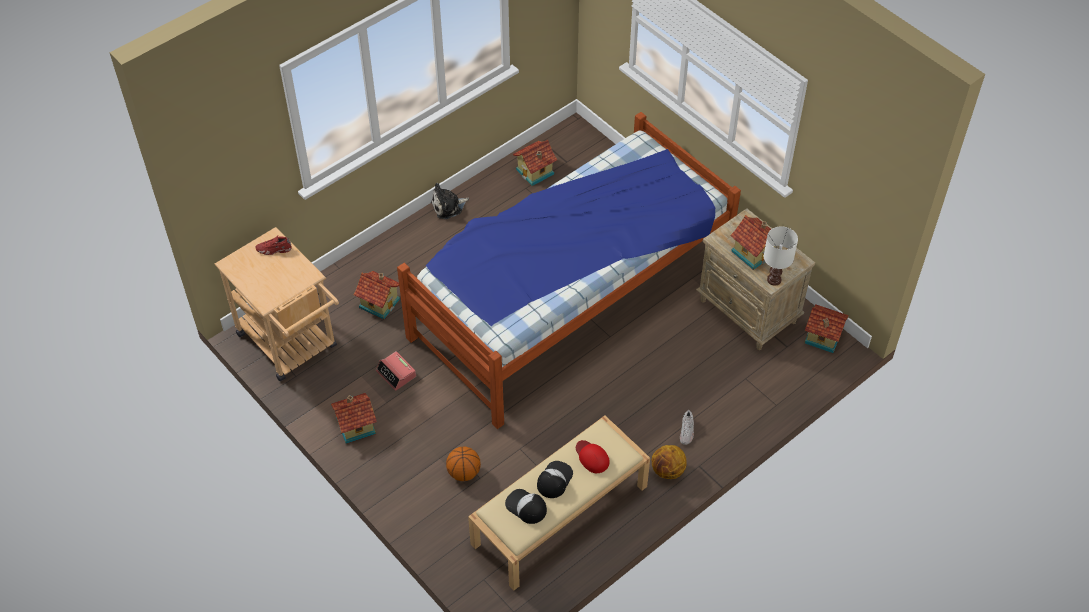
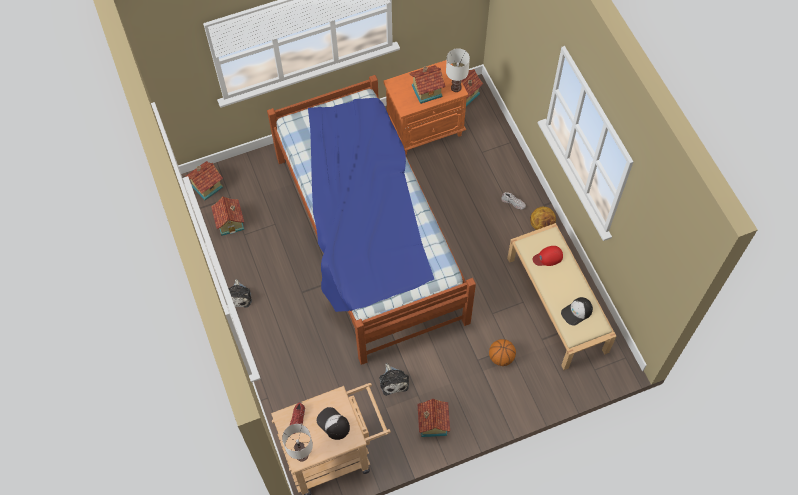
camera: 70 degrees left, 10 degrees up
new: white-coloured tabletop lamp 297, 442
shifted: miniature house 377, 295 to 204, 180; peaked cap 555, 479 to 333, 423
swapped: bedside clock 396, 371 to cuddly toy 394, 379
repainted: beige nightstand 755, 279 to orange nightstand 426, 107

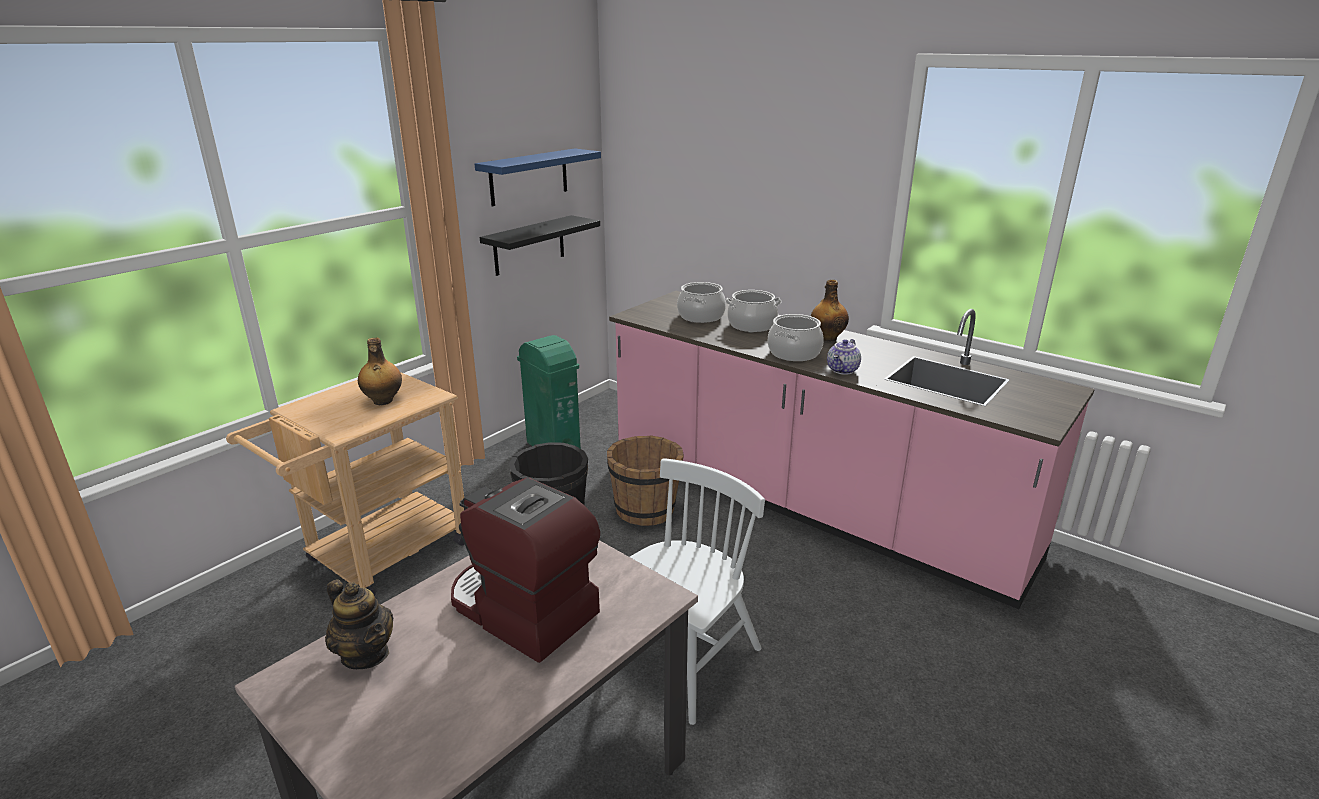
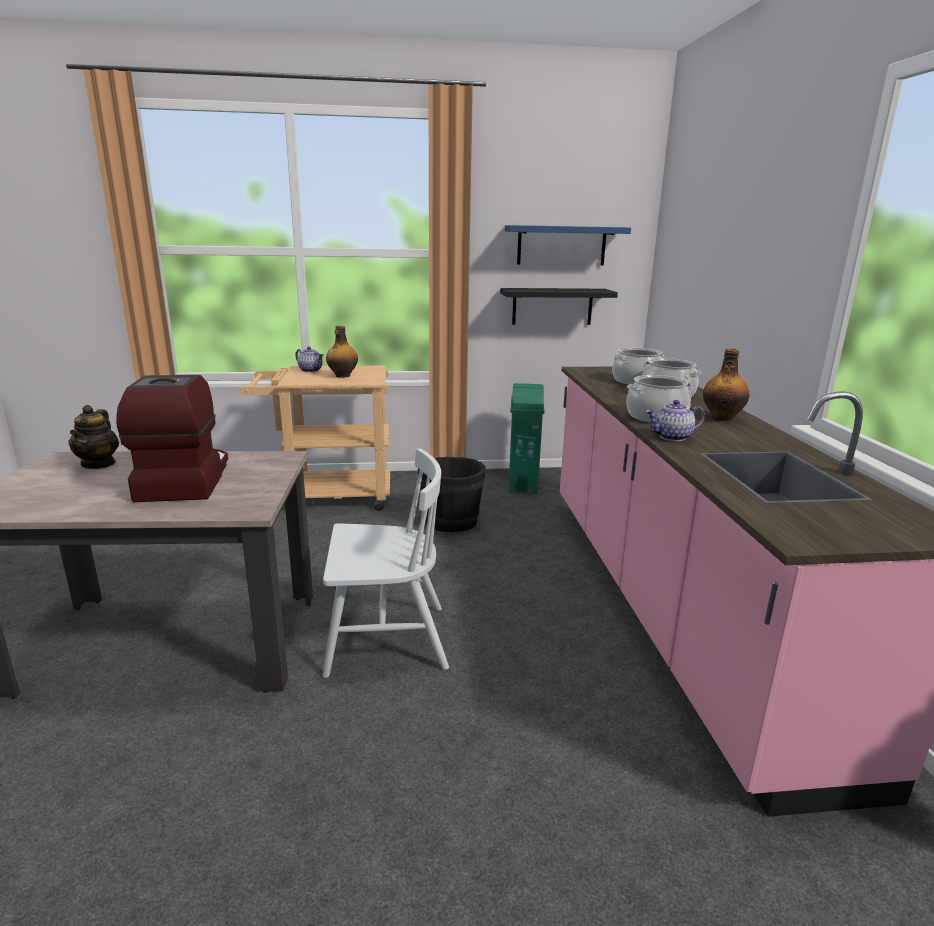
camera: 45 degrees right, 5 degrees down
gone: brown water bucket 645, 480
new: pot for tea 310, 359

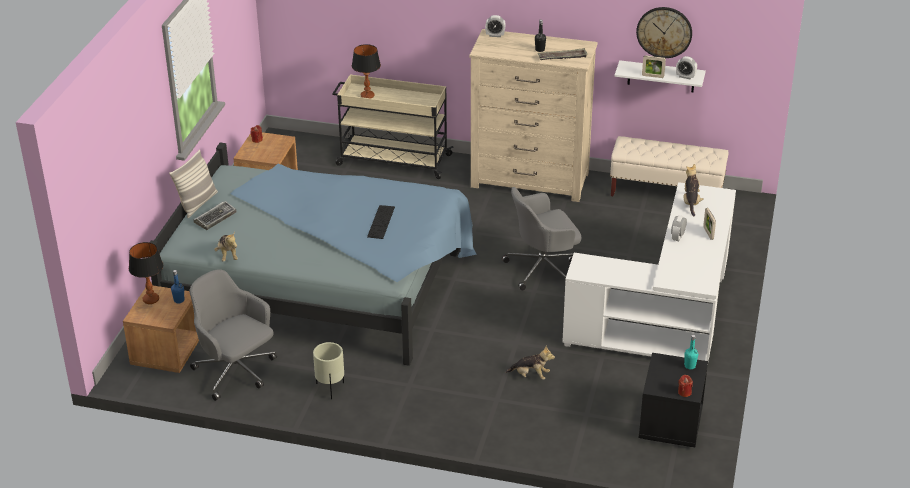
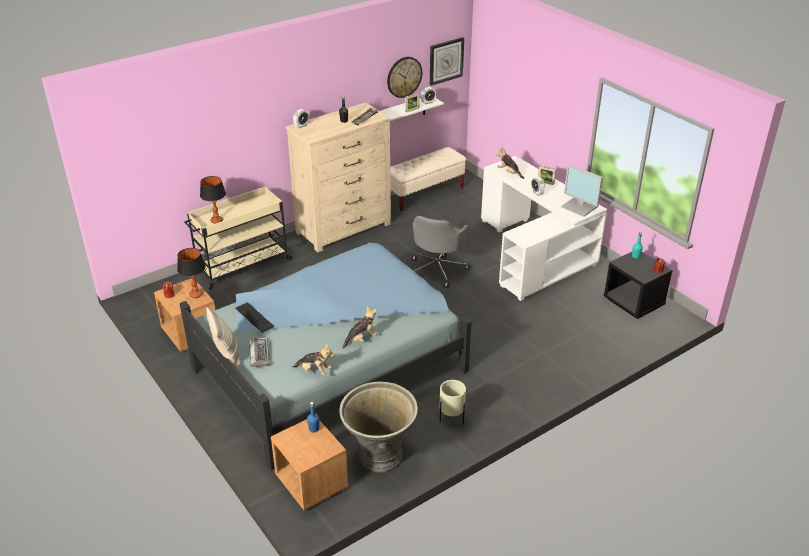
camera: 50 degrees left, 0 degrees up
new: wall clock 447, 61; monitor 582, 190
shifted: tabletop lamp 146, 273 to 191, 273; PC keyboard 381, 222 to 254, 317; cuddly toy 530, 362 to 360, 328
swapped: gray office chair 233, 335 to gray plant pot 378, 427

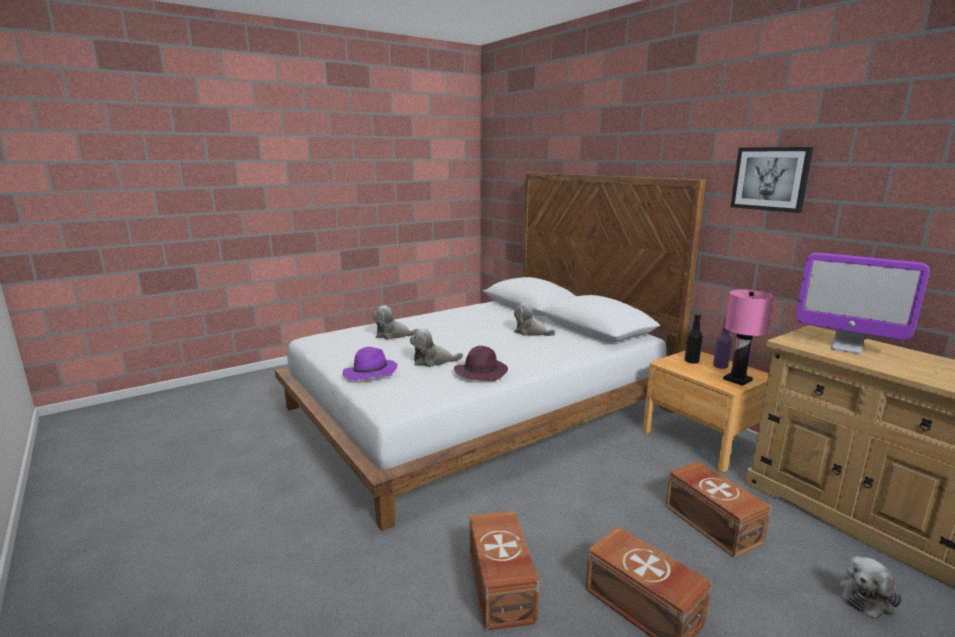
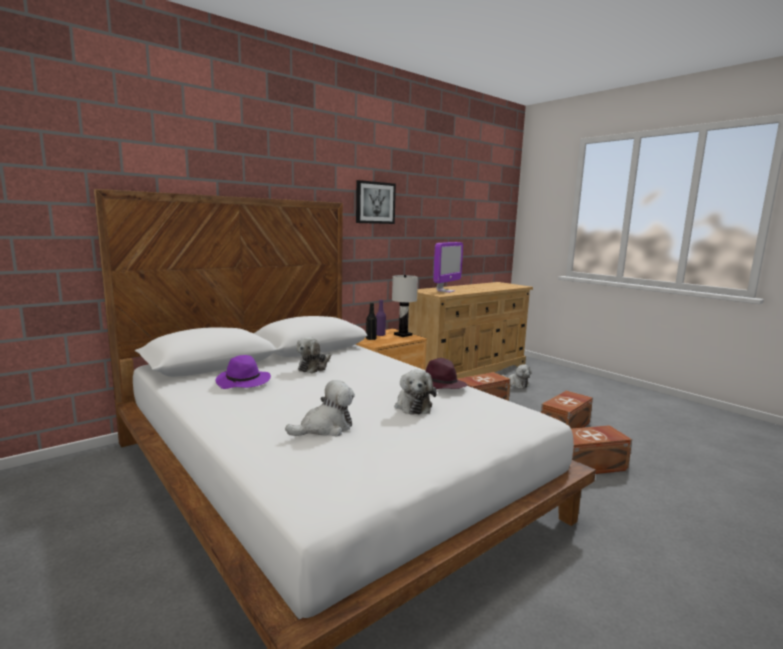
camera: 95 degrees left, 5 degrees down
shifted: purple-coloured clothing hat 370, 363 to 243, 372
repainted: pink tabletop lamp 748, 337 to white-coloured tabletop lamp 405, 306
rotated: cuddly toy 396, 322 = 320, 408 120 degrees counterclockwise

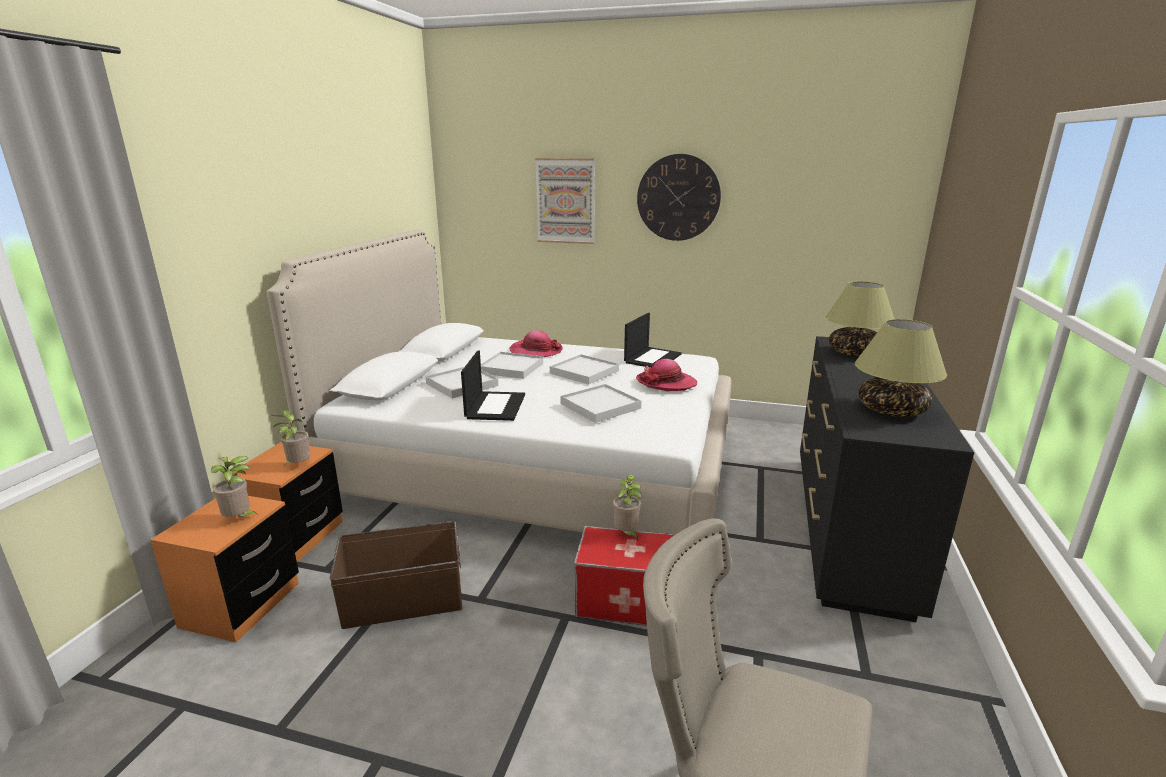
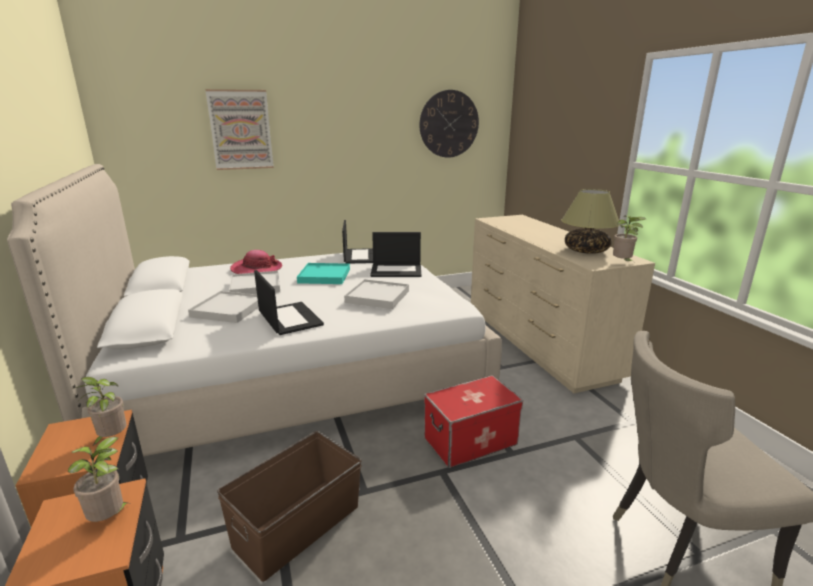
camera: 35 degrees left, 0 degrees up
gone: tabletop lamp 860, 319
shifted: wall clock 679, 197 to 449, 124; plant in a pot 627, 508 to 629, 238
swapped: clothing hat 666, 375 to portable computer 395, 254
repainted: white-coloured tray 584, 369 to blue-green tray 323, 273; black drawer chest 887, 479 to beige drawer chest 563, 304

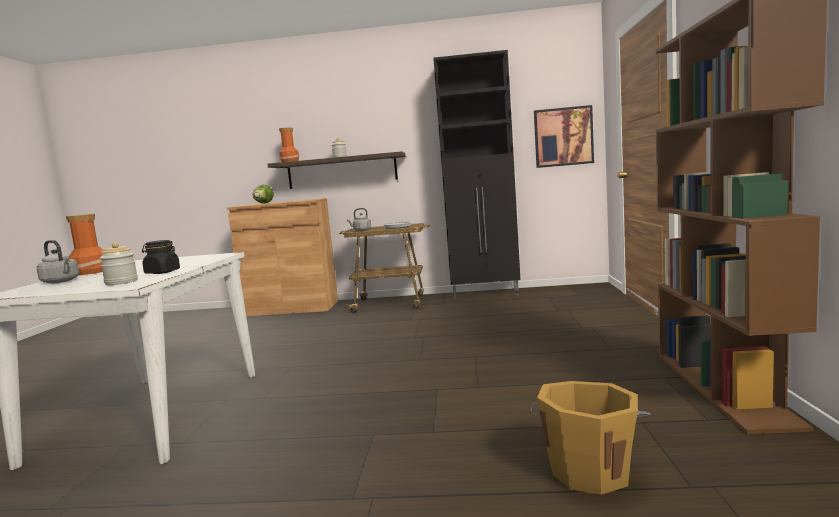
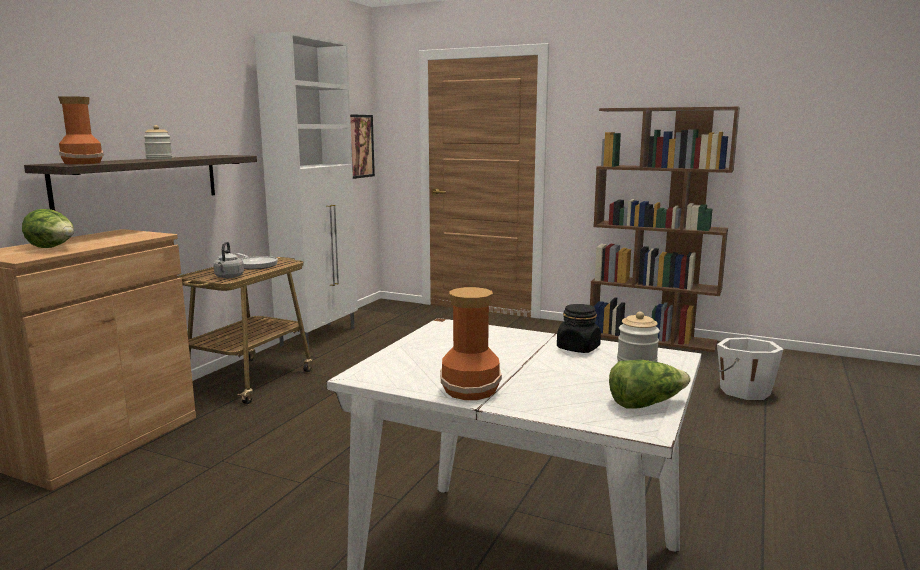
camera: 70 degrees left, 5 degrees up
gone: gray tea kettle 58, 261
new: head of lettuce 650, 384
repainted: black storage cabinet 477, 175 to white-coloured storage cabinet 306, 189; orange water bucket 590, 438 to white-coloured water bucket 750, 368

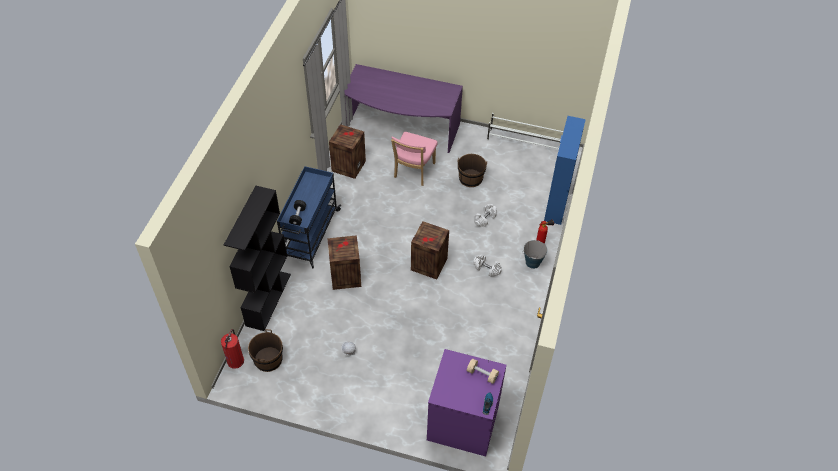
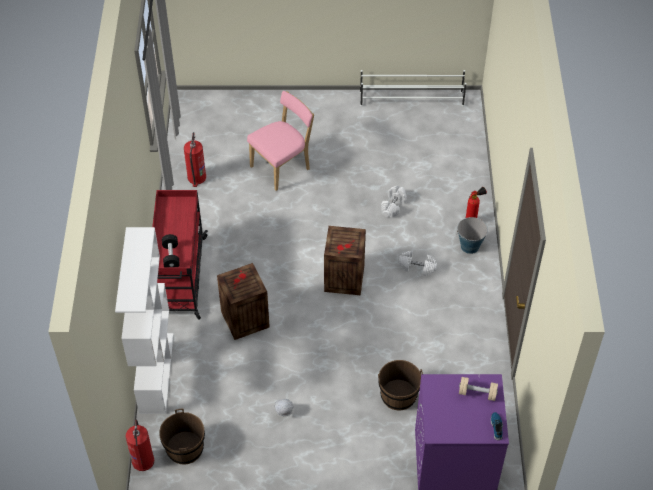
camera: 15 degrees left, 0 degrees up
gone: purple-coloured desk table 403, 108; blue-coloured storage cabinet 565, 170
shifted: brown water bucket 472, 170 to 400, 385
swapped: packing crate 347, 151 to fire extinguisher 195, 159
repainted: black shelving unit 257, 258 to white-coloured shelving unit 144, 320; blue-coloured wheeled cart 309, 217 to red-coloured wheeled cart 180, 255
rotated: pink plain chair 414, 159 = 280, 141 135 degrees counterclockwise

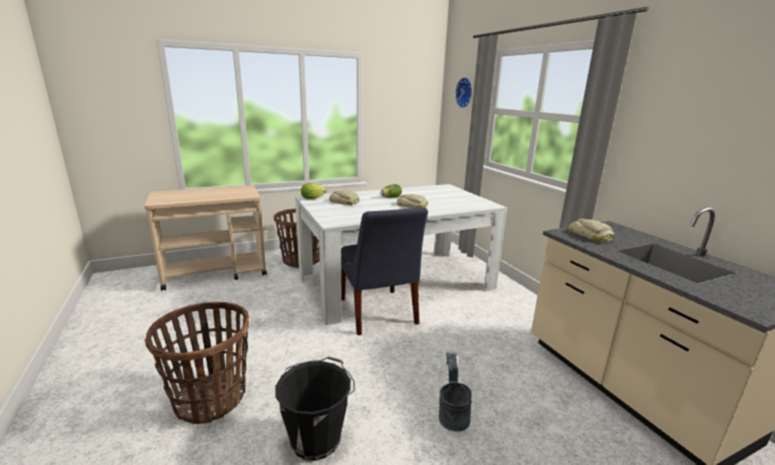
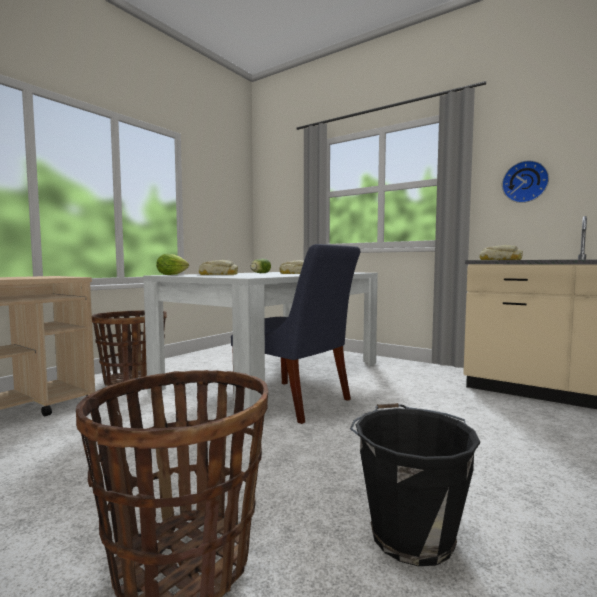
camera: 30 degrees left, 15 degrees down
gone: gray water bucket 455, 391
shifted: wall clock 463, 92 to 525, 181

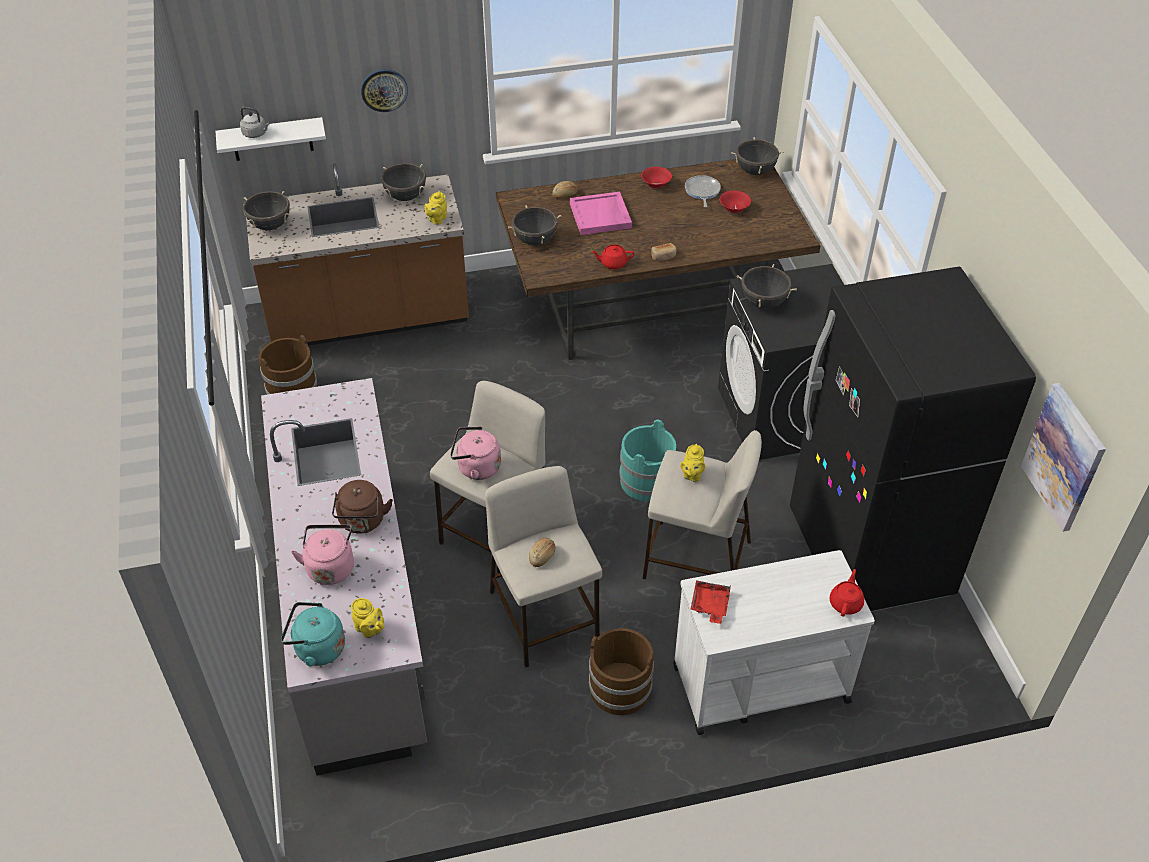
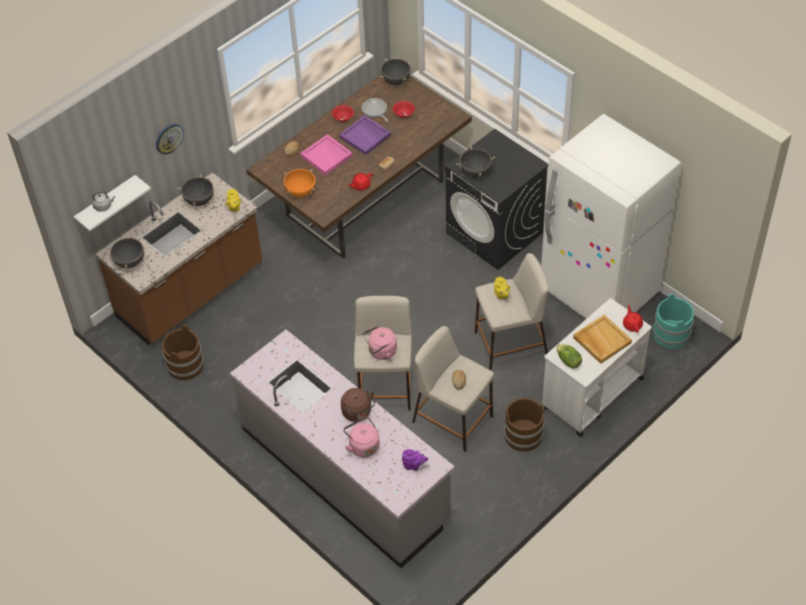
camera: 30 degrees left, 5 degrees up
gone: blue-green tea kettle 313, 634; wall art 1063, 457
new: purple-coloured tray 365, 135; beige tray 602, 339
shifted: blue-green water bucket 647, 460 to 673, 321
swapped: red-coloured tray 710, 602 to head of lettuce 569, 356
repainted: black saucepot 535, 225 to orange saucepot 300, 183; yellow-coloured pot for tea 368, 618 to purple-coloured pot for tea 415, 460; black fridge 913, 439 to white-coloured fridge 611, 216

